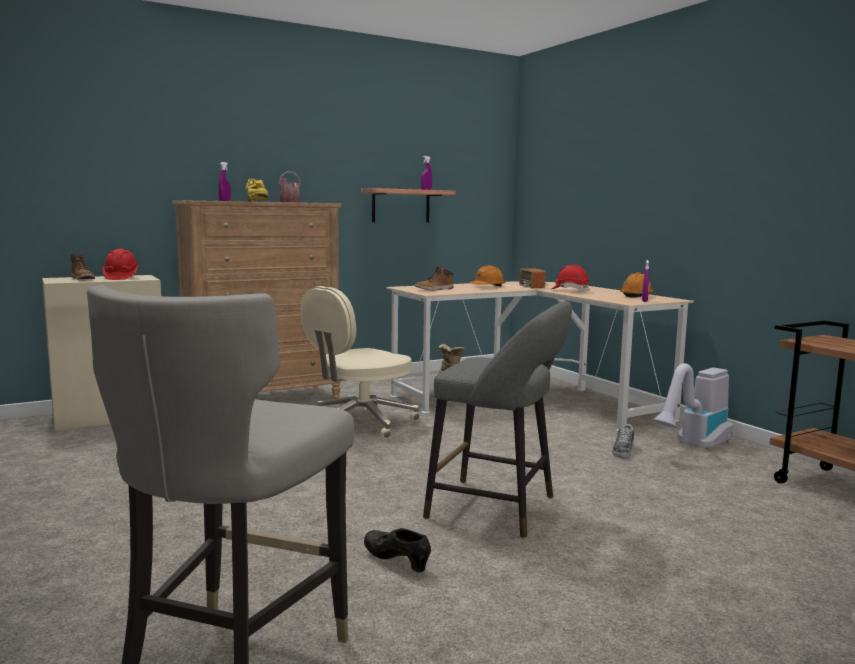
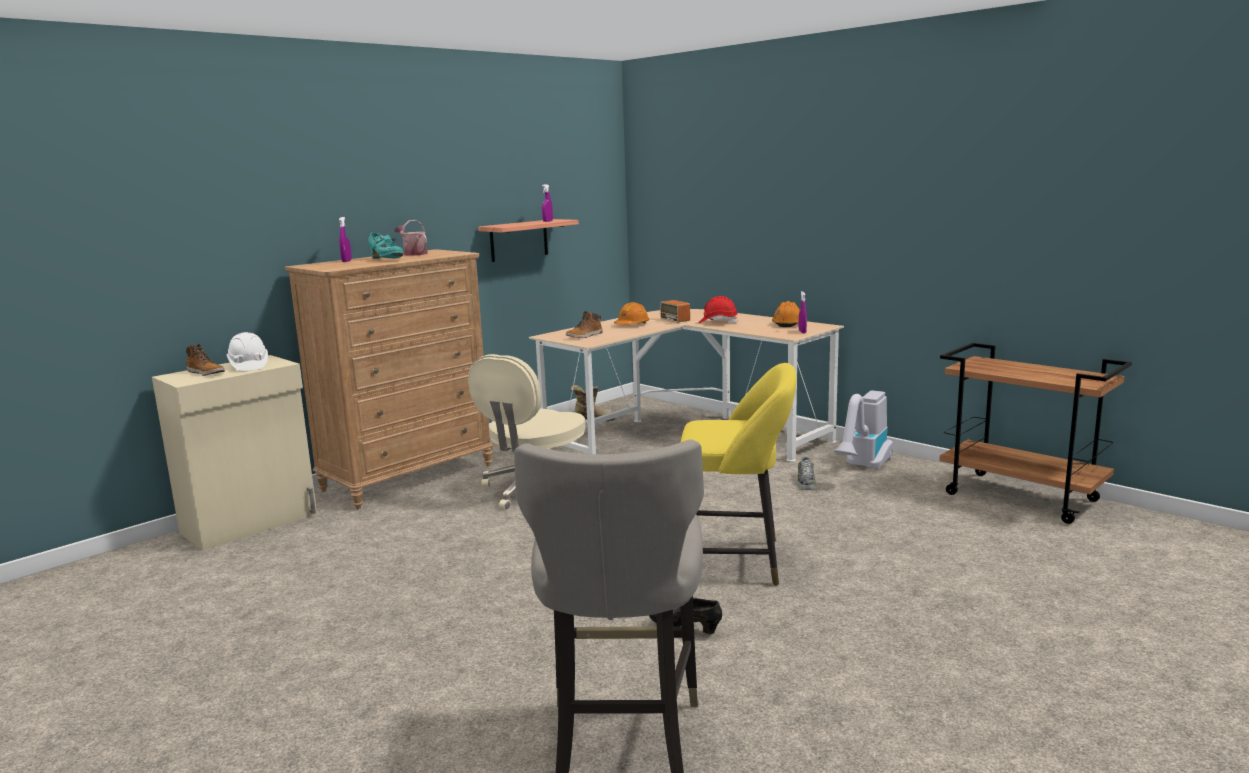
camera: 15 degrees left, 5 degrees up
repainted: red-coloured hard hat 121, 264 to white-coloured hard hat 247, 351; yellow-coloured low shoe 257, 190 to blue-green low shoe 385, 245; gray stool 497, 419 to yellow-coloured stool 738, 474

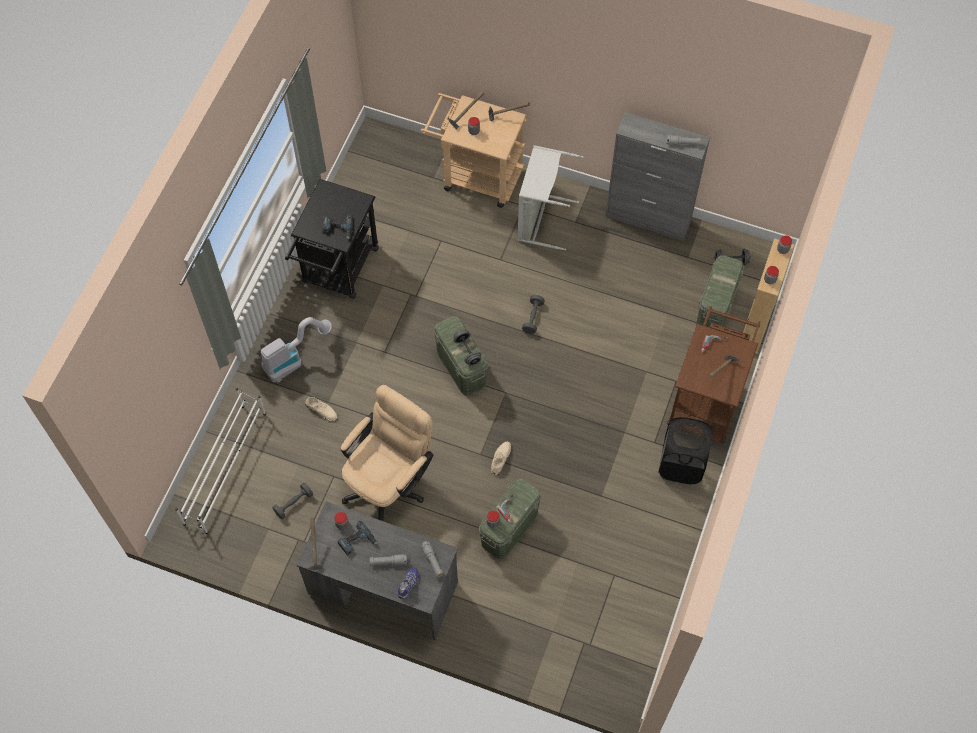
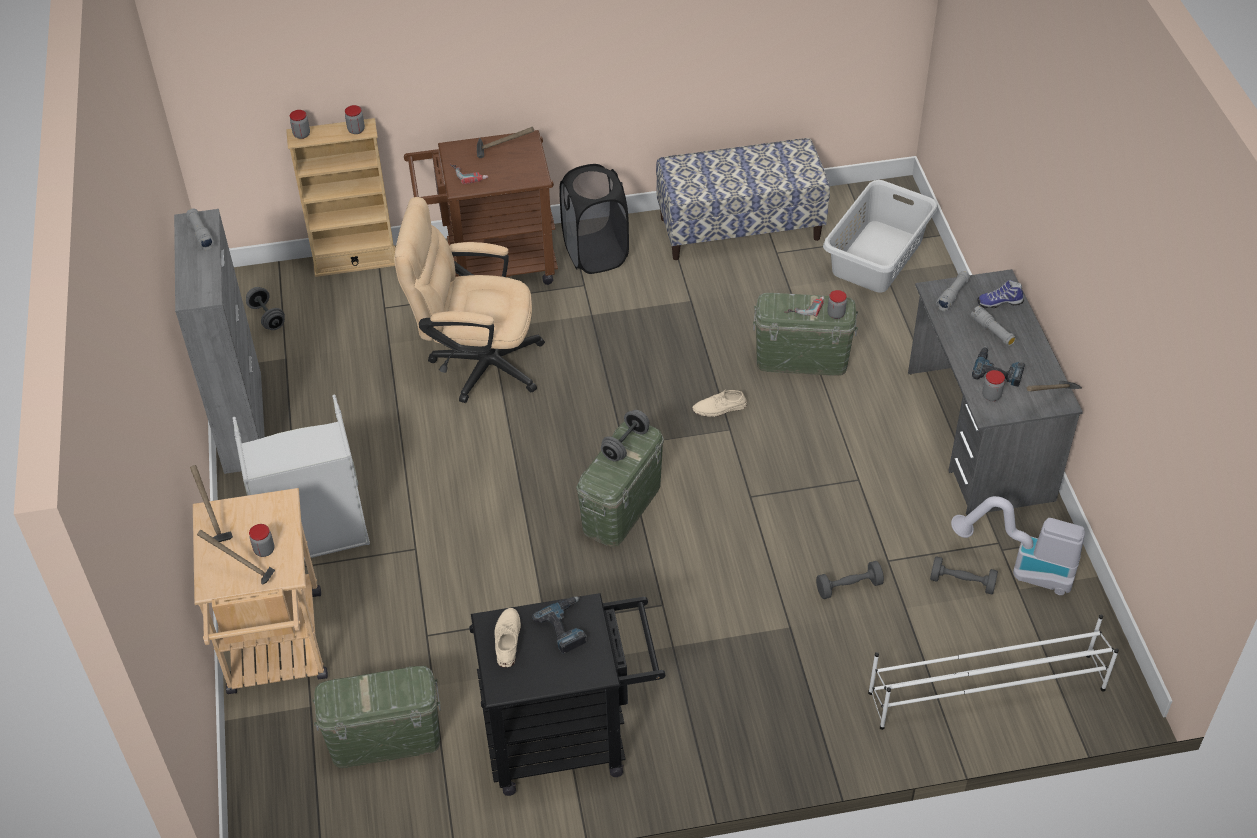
camera: 120 degrees left, 15 degrees down
new: long seat 743, 199; gray hamper 880, 236
shifted: green-coloured storage container 720, 291 to 376, 717; beige office chair 387, 453 to 469, 300; beige low shoe 321, 409 to 507, 637; gray dumbbell 533, 314 to 850, 580; vacuum 296, 350 to 1018, 545

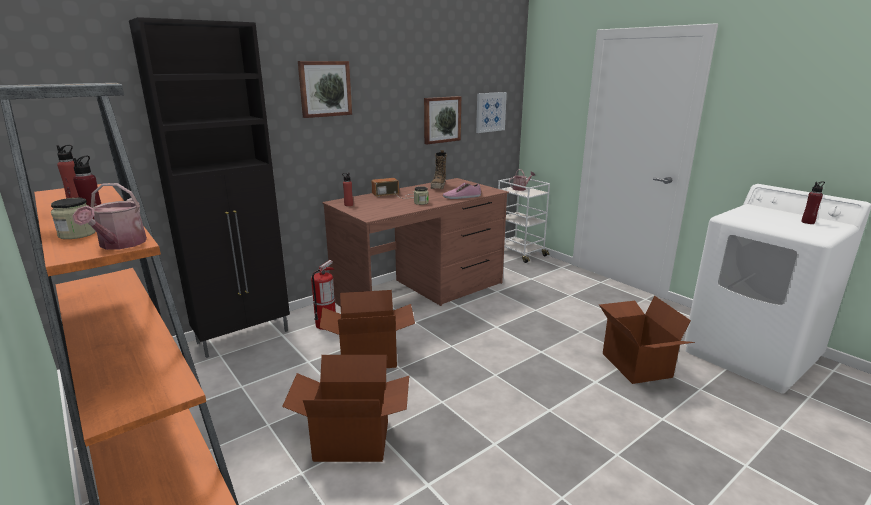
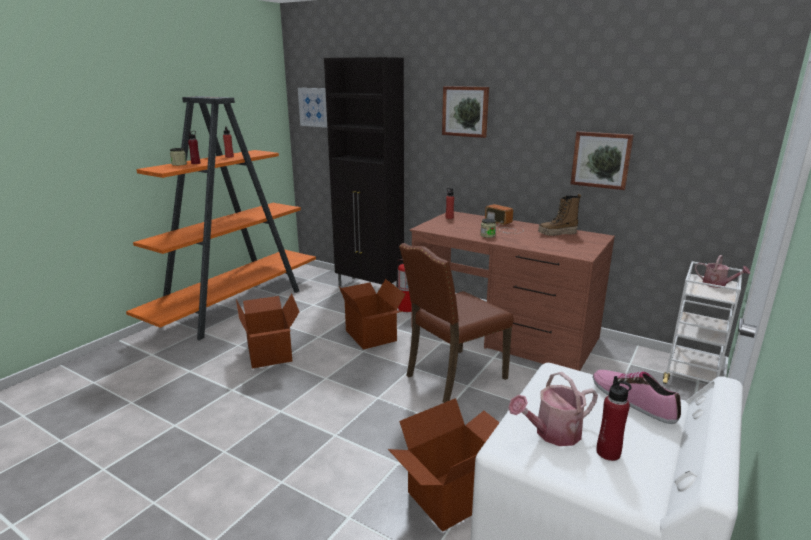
camera: 70 degrees right, 0 degrees up
new: brown plain chair 456, 323
shifted: wall art 491, 112 to 312, 108; watering pot 109, 216 to 553, 409; low shoe 462, 190 to 637, 397

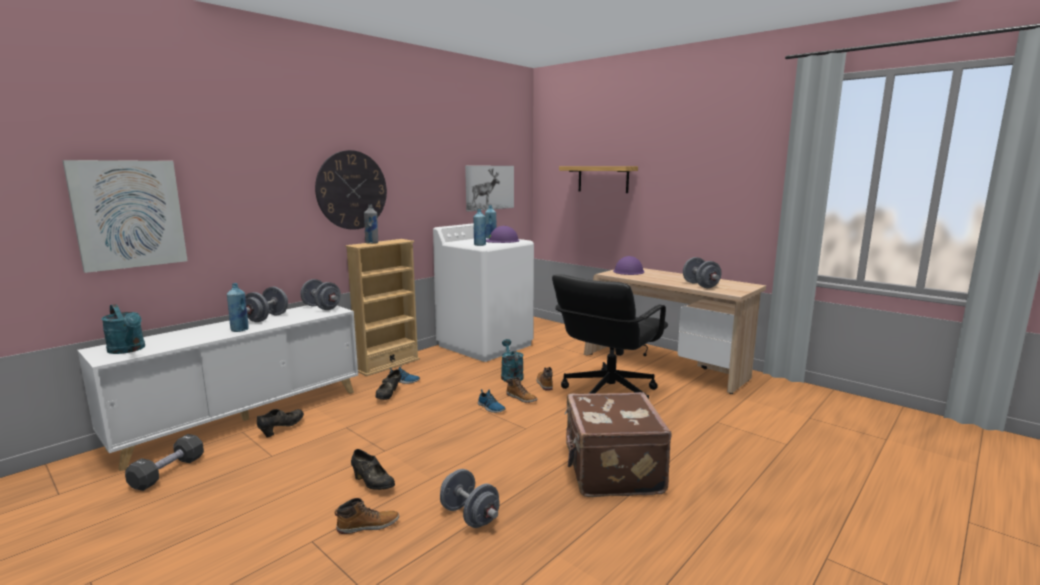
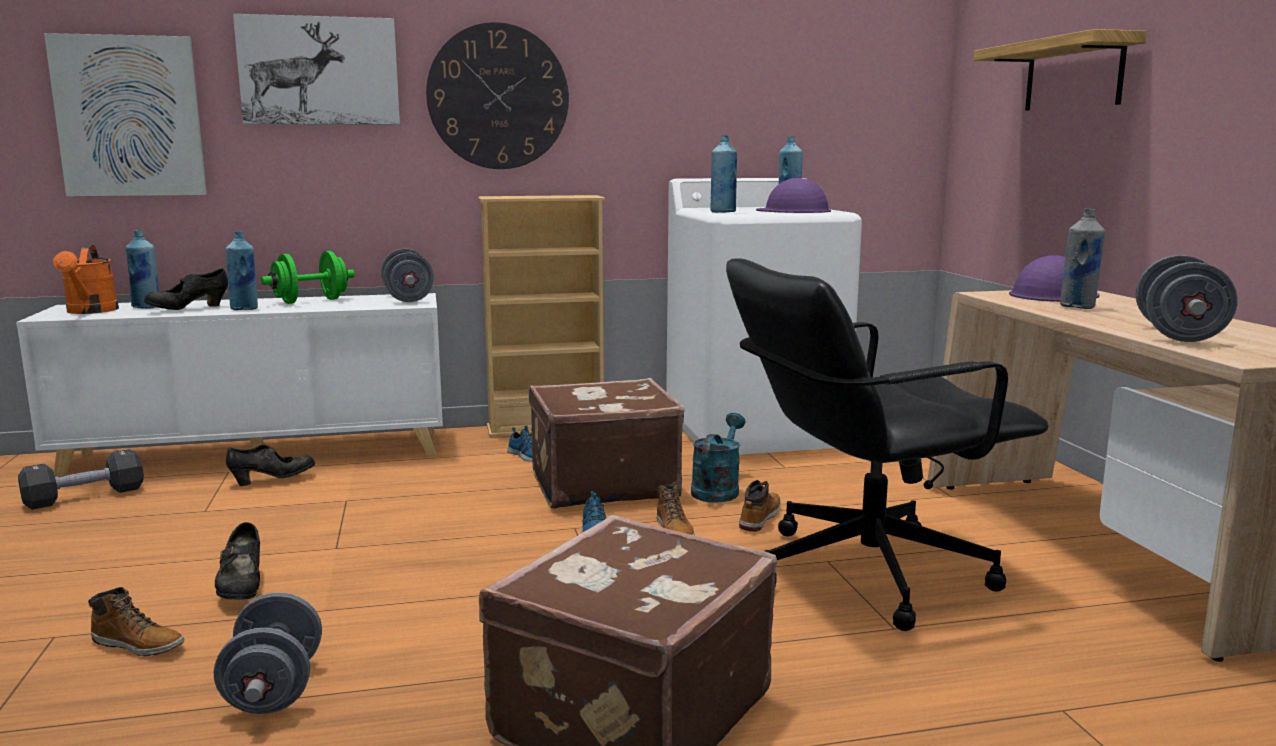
camera: 35 degrees right, 0 degrees up
new: blue-coloured bottle 142, 269; brown travel case 607, 443
shifted: black low shoe 388, 384 to 186, 289; wall art 489, 188 to 316, 69; gray bottle 371, 224 to 1082, 259
repainted: blue-green watering pot 123, 329 to orange watering pot 86, 279; gray dumbbell 266, 304 to green-coloured dumbbell 308, 277

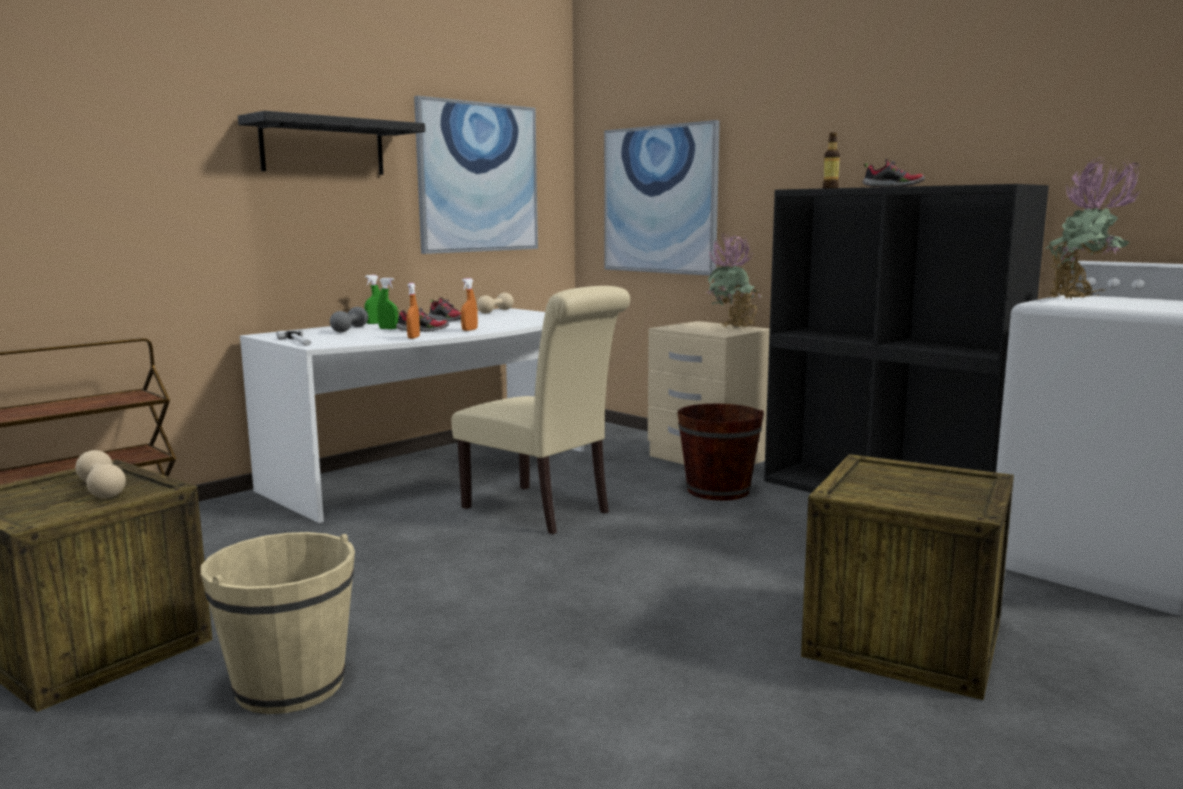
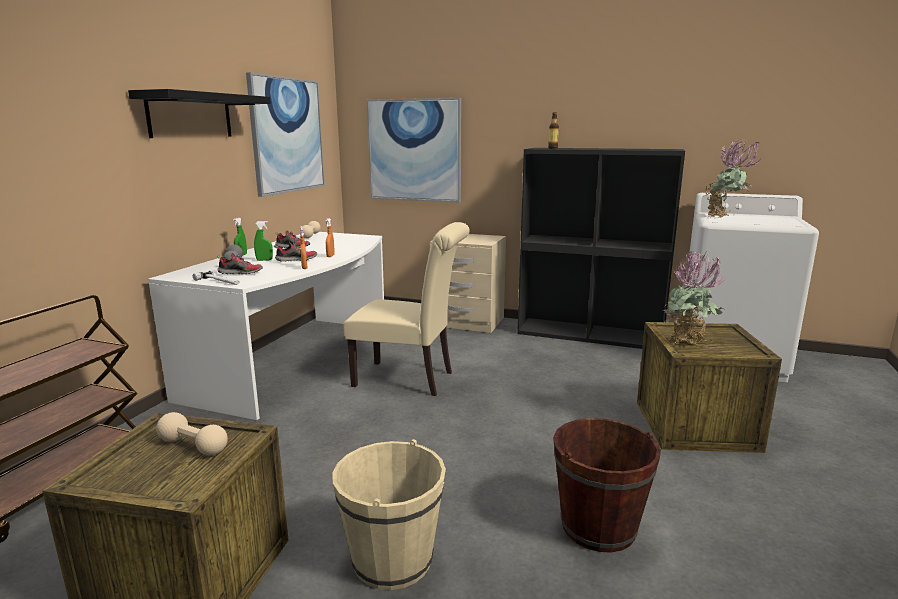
camera: 25 degrees left, 5 degrees up
shifted: low shoe 893, 172 to 240, 264; brown water bucket 720, 452 to 607, 485; plant in a pot 734, 280 to 694, 298

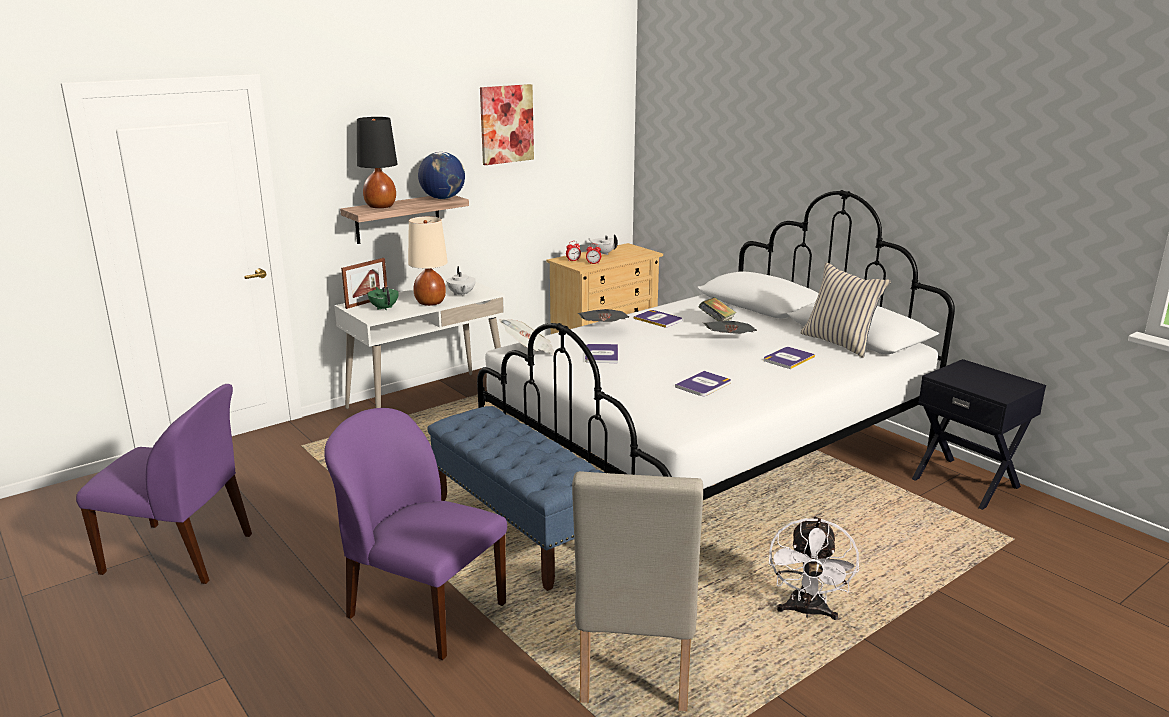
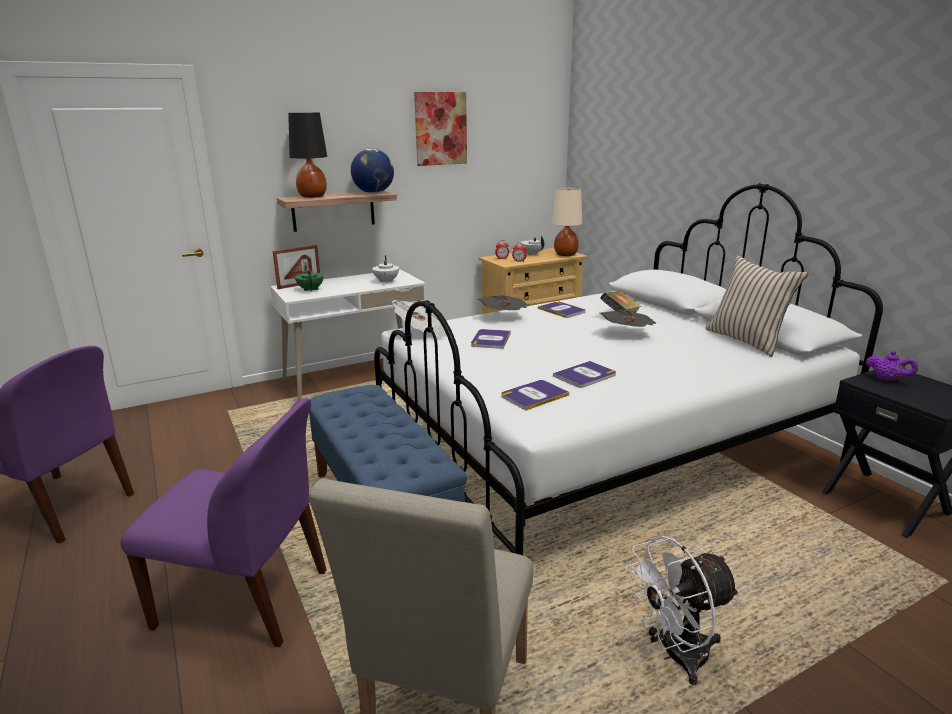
camera: 10 degrees right, 0 degrees up
new: purple-coloured pot for tea 892, 366
shifted: volume 789, 358 to 535, 395; beige tabletop lamp 428, 261 to 567, 221
rotated: purple-coloured plain chair 415, 534 = 224, 522 150 degrees clockwise; white-coloured electric fan 814, 568 = 683, 610 45 degrees clockwise

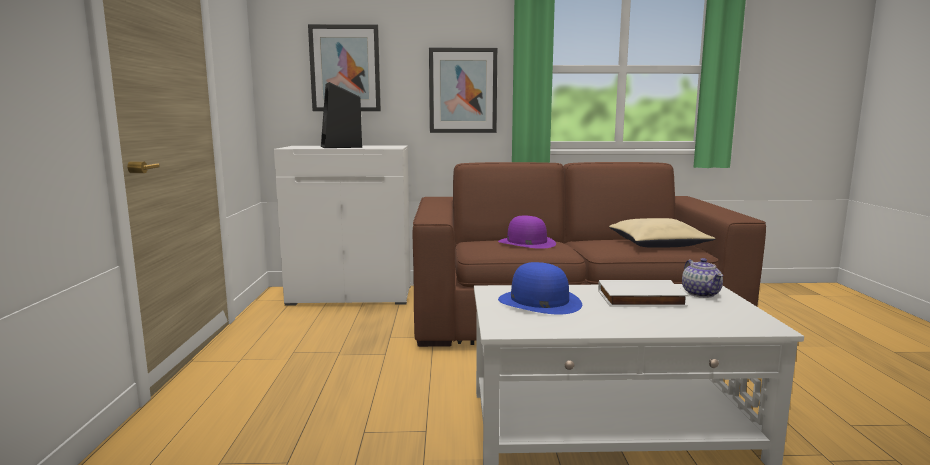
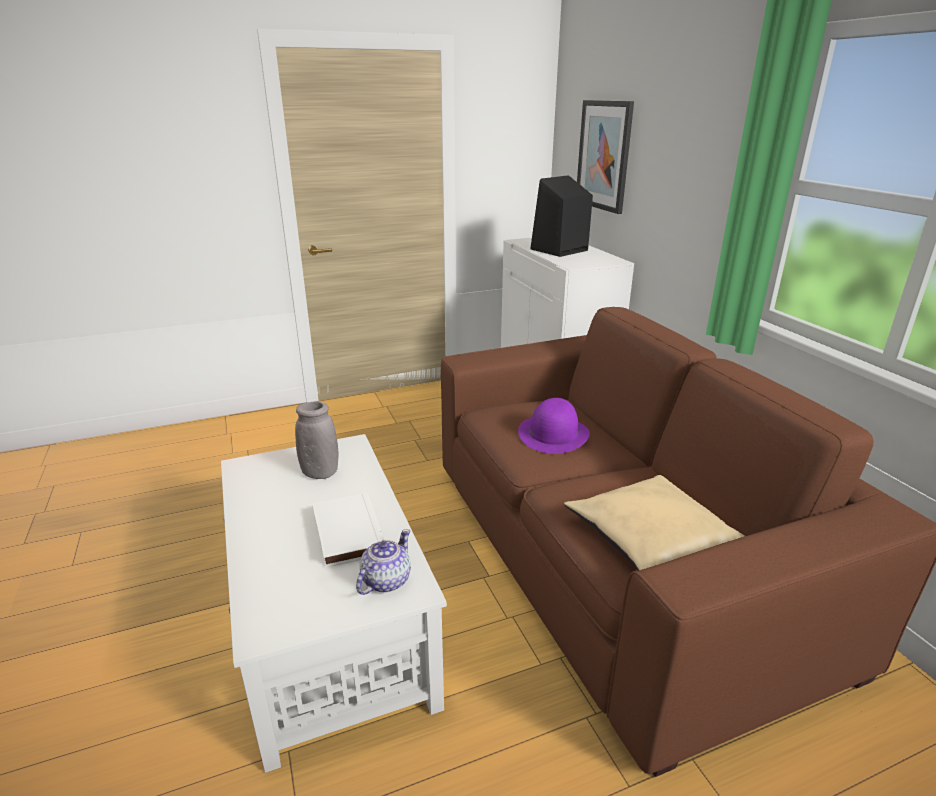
camera: 70 degrees right, 15 degrees up
gone: wall art 463, 90
swapped: blue-coloured clothing hat 540, 288 to gray flower vase 316, 440
rotated: pot for tea 702, 278 = 383, 562 150 degrees clockwise

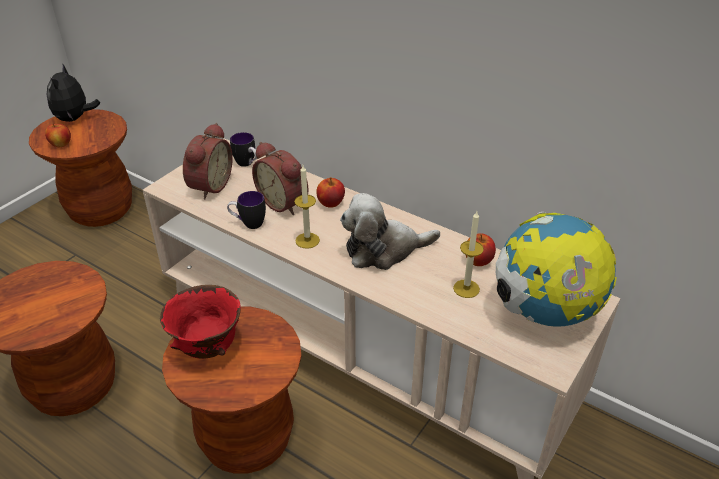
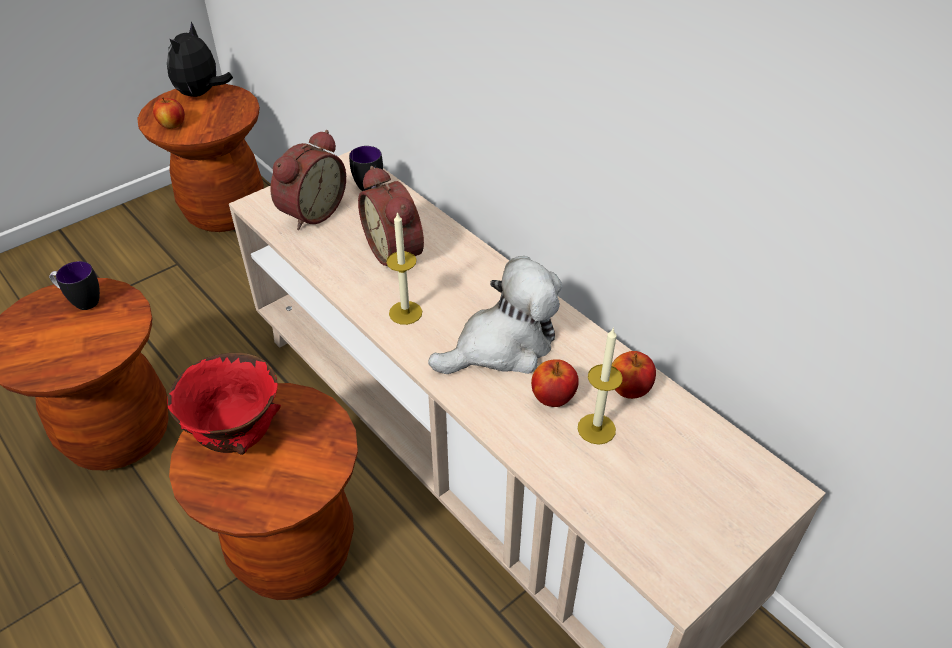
camera: 15 degrees right, 5 degrees up
gone: world globe 556, 269
shifted: coffee mug 246, 210 to 74, 285; apple fruit 330, 192 to 555, 383
rotated: cuddly toy 390, 231 = 495, 315 150 degrees clockwise

